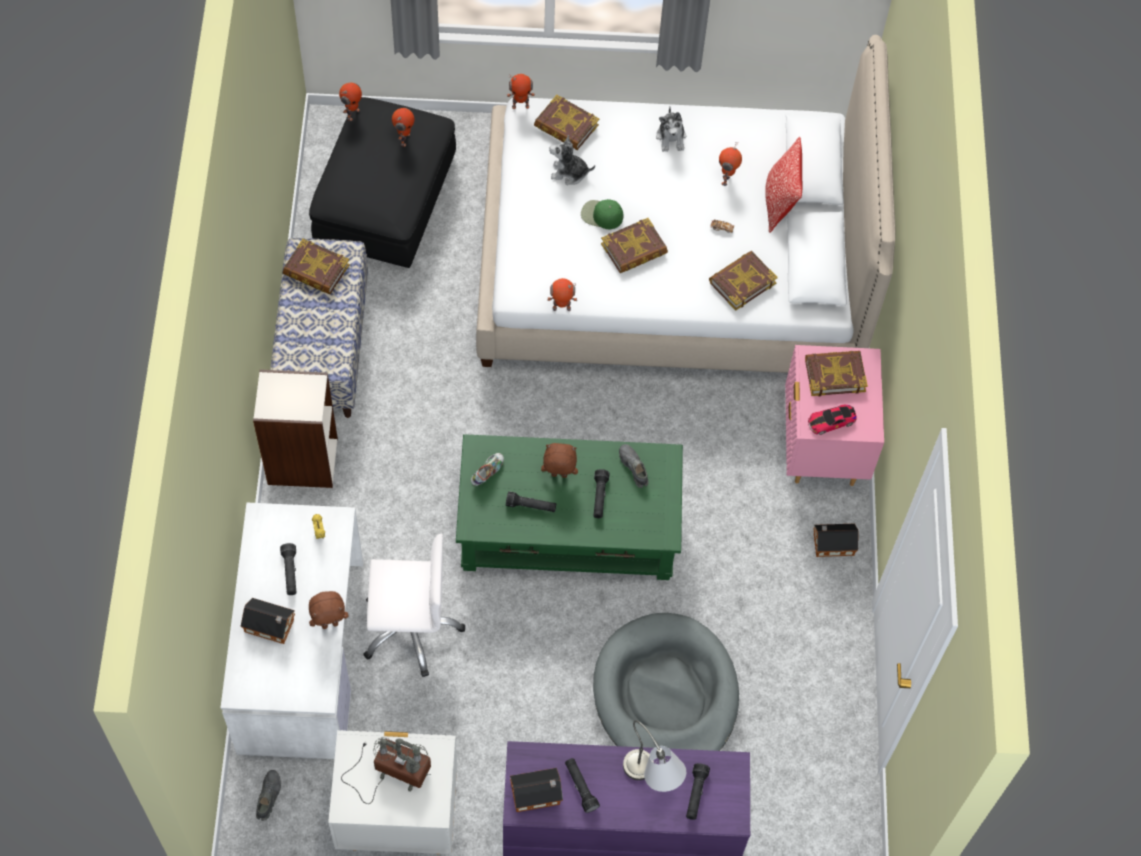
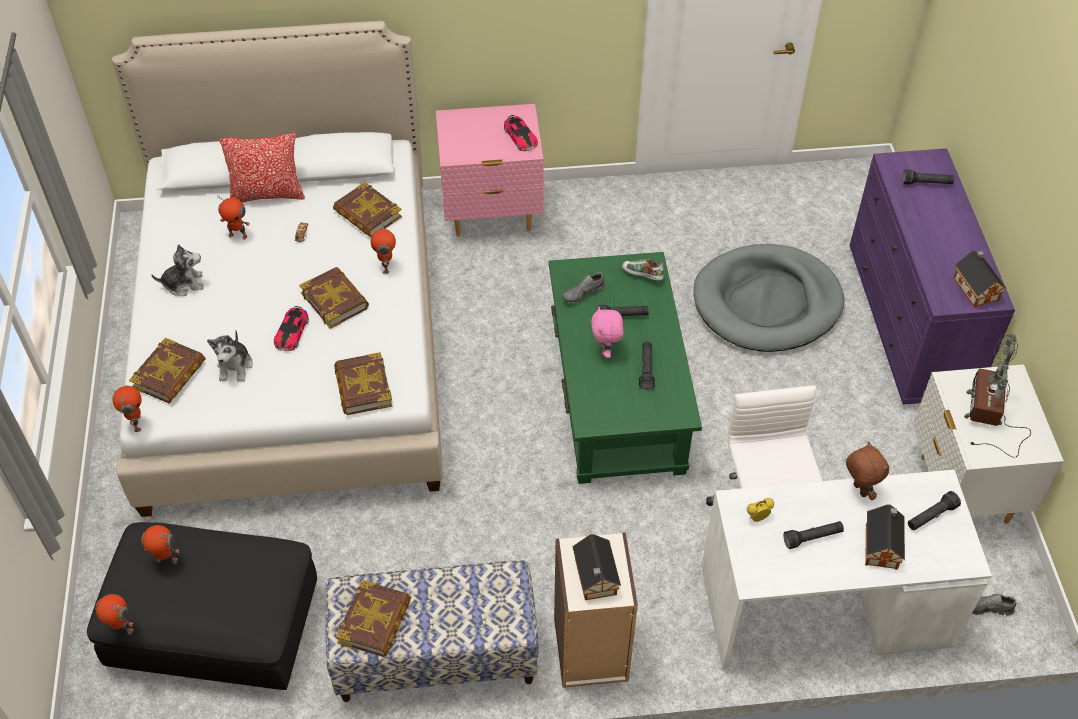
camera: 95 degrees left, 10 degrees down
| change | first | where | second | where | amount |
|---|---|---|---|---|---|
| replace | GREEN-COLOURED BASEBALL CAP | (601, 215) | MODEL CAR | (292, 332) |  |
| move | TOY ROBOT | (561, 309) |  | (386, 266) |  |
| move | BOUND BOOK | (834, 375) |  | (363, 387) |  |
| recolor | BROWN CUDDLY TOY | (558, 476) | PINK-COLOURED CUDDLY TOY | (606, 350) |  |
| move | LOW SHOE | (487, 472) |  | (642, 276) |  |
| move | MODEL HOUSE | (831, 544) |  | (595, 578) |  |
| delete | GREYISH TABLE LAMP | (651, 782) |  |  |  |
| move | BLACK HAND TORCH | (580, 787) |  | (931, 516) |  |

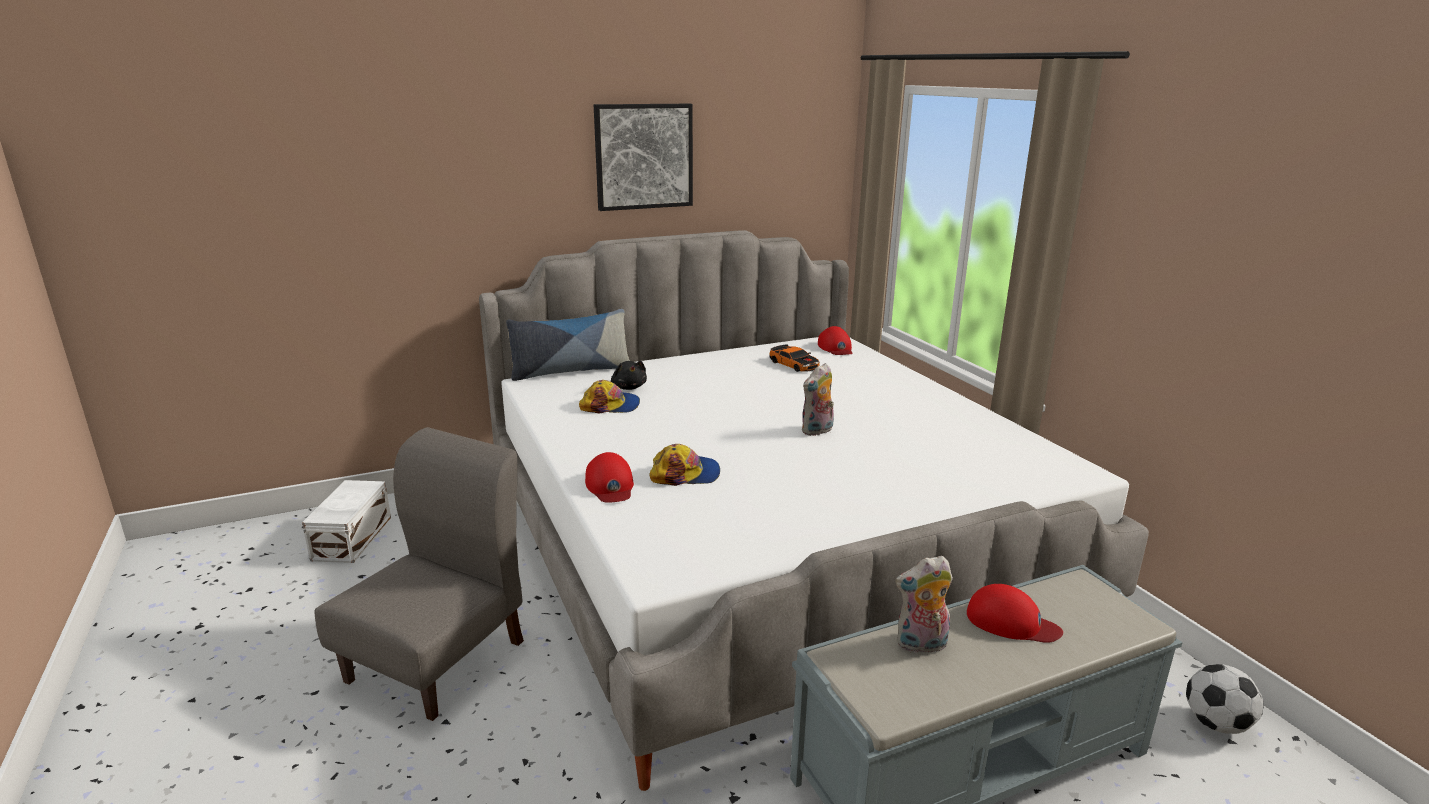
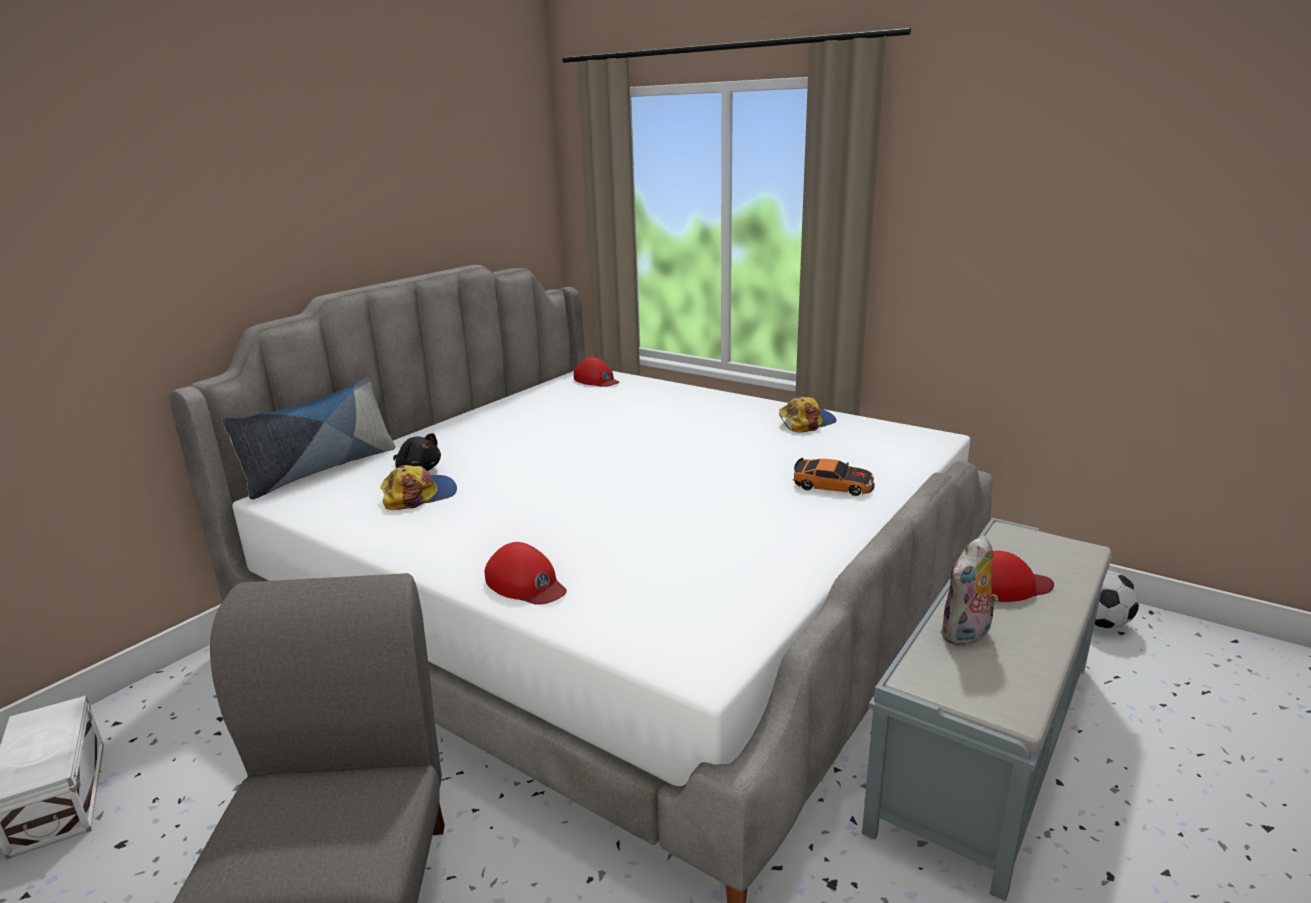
camera: 30 degrees left, 0 degrees up
| change | first | where | second | where | amount |
|---|---|---|---|---|---|
| delete | WALL PICTURE | (644, 156) |  |  |  |
| move | MODEL CAR | (795, 364) |  | (833, 484) |  |
| delete | CUDDLY TOY | (817, 431) |  |  |  |
| move | BASEBALL CAP | (685, 474) |  | (806, 422) |  |

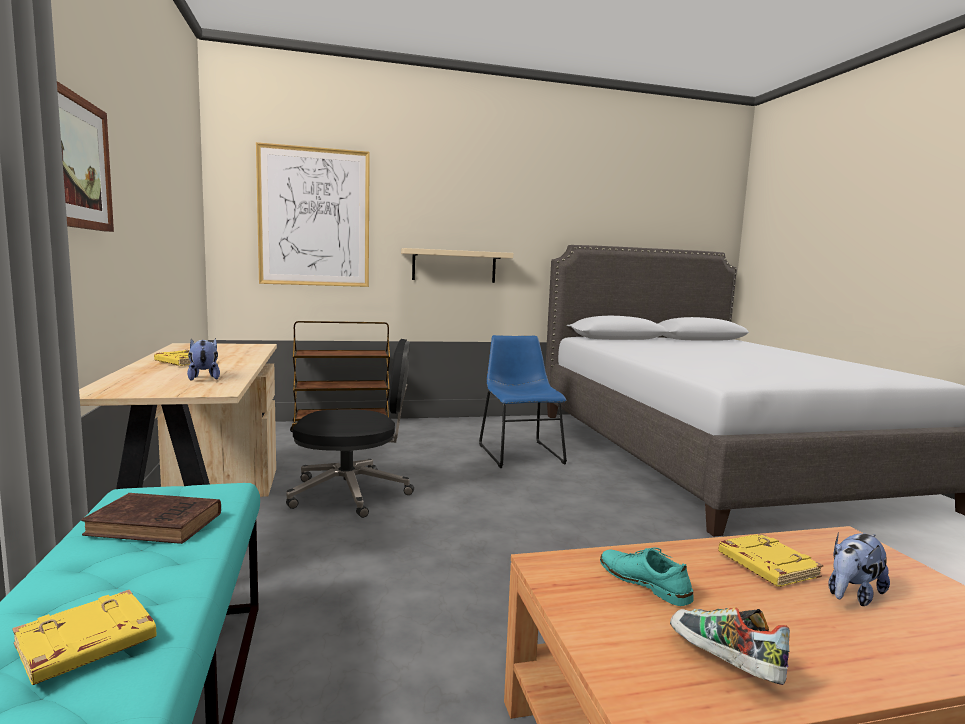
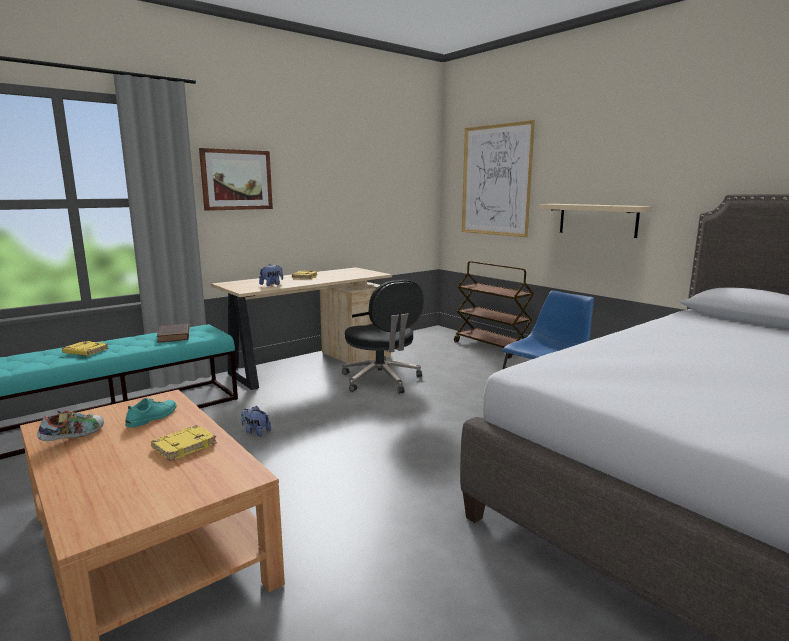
camera: 65 degrees right, 5 degrees up
| change | first | where | second | where | amount |
|---|---|---|---|---|---|
| move | CUDDLY TOY | (852, 595) |  | (256, 432) |  |

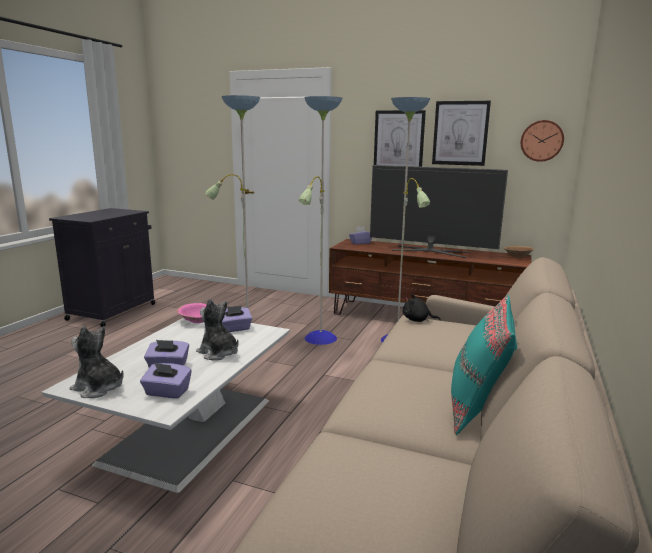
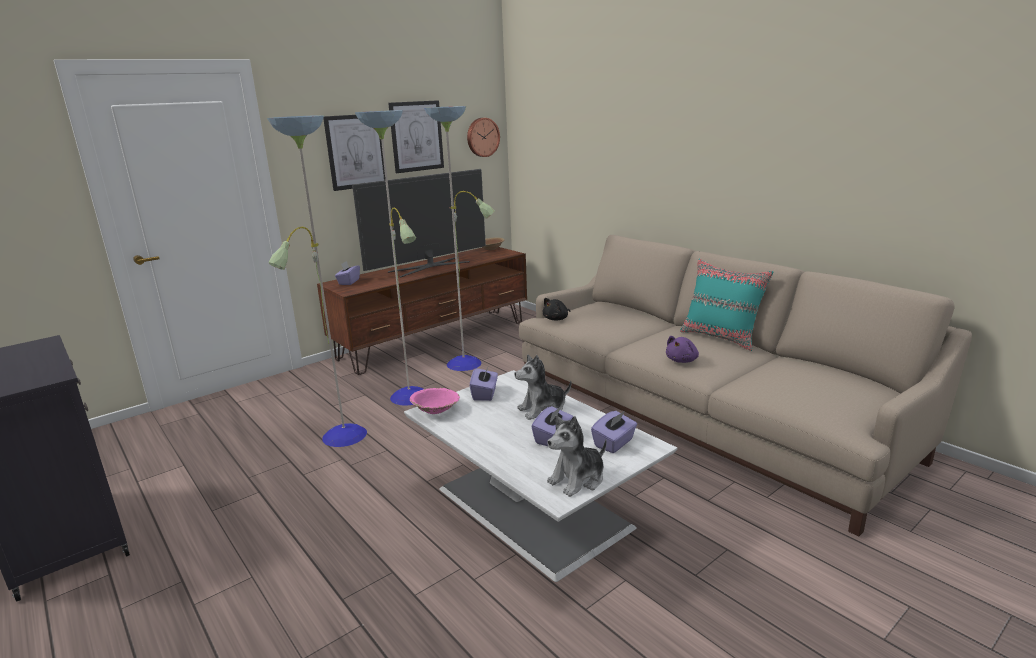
camera: 60 degrees left, 5 degrees up
| change | first | where | second | where | amount |
|---|---|---|---|---|---|
| insert |  |  | PURPLE CUDDLY TOY | (682, 360) |  |

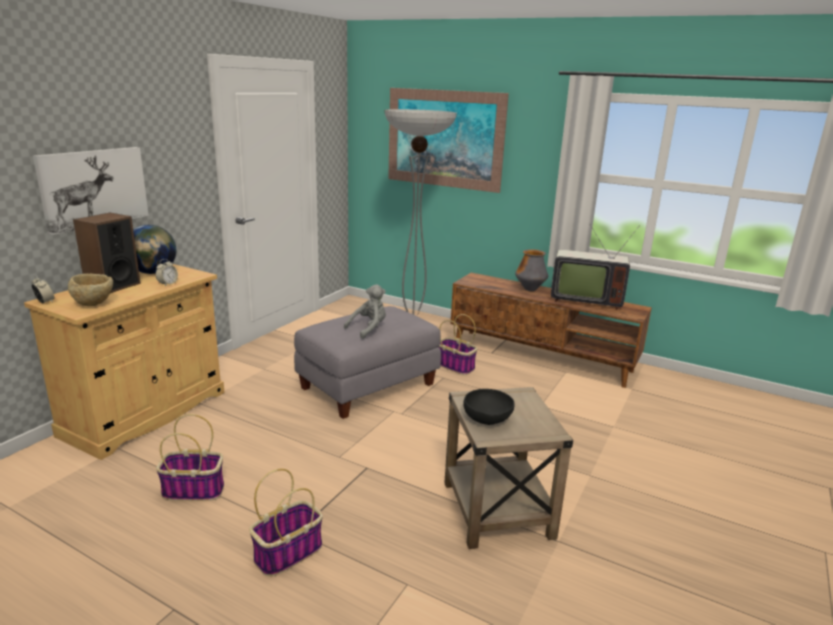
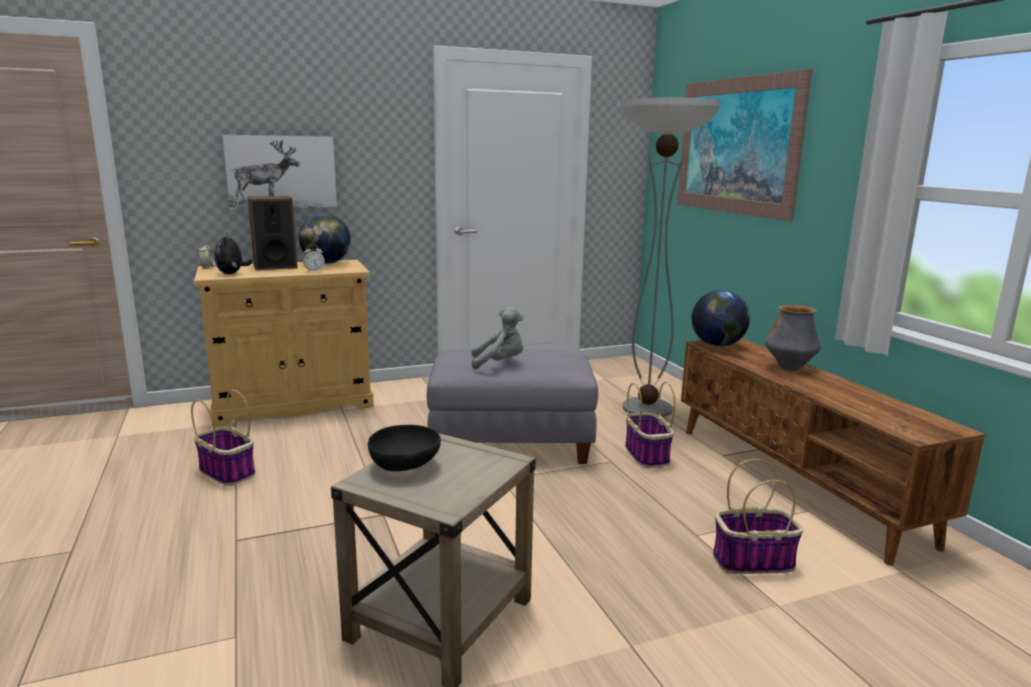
camera: 40 degrees right, 5 degrees down
| change | first | where | second | where | amount |
|---|---|---|---|---|---|
| delete | TV SET | (584, 300) |  |  |  |
| replace | BEIGE-COLOURED SERVING BOWL | (94, 304) | CUDDLY TOY | (232, 274) |  |
| move | BASKET | (288, 552) |  | (753, 561) |  |
| insert |  |  | DESK GLOBE | (718, 345) |  |

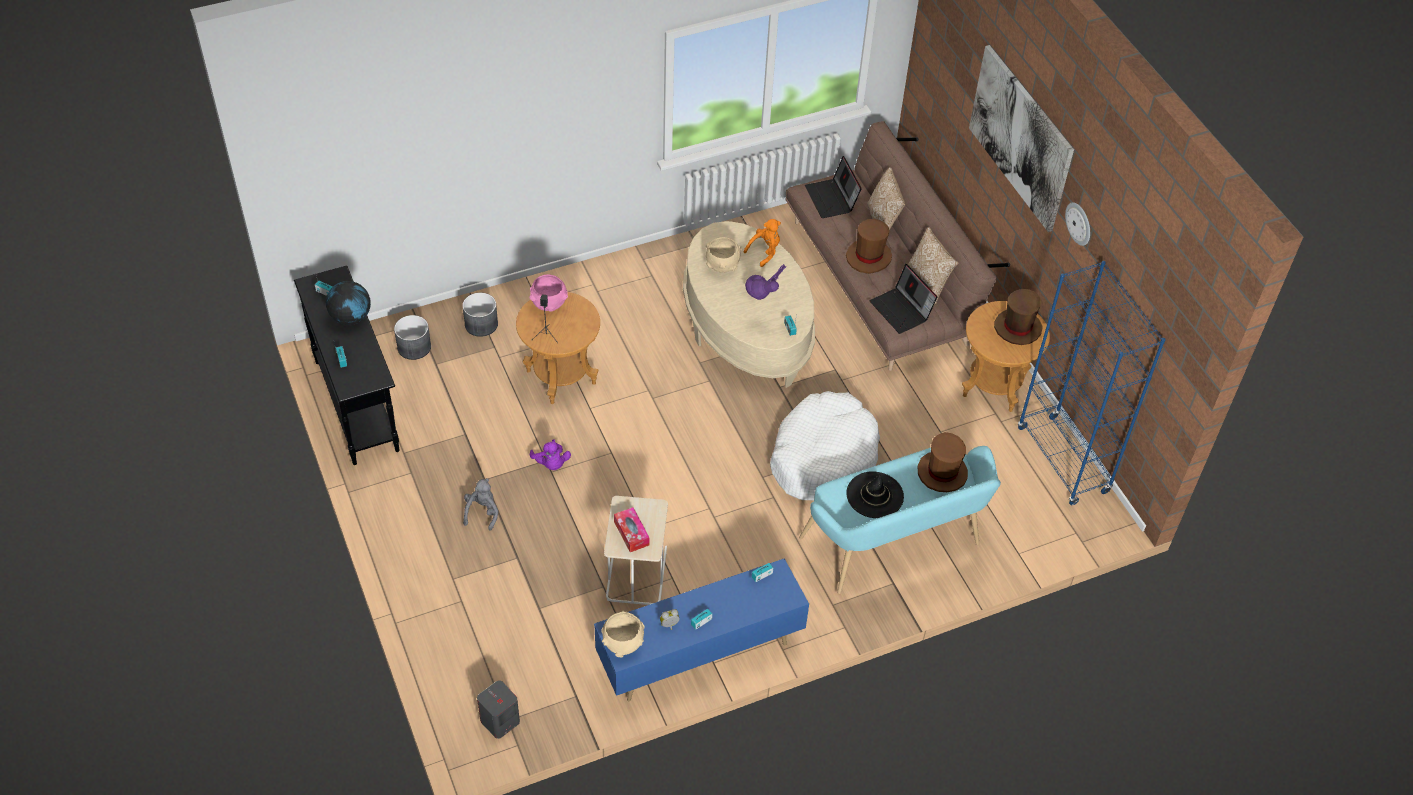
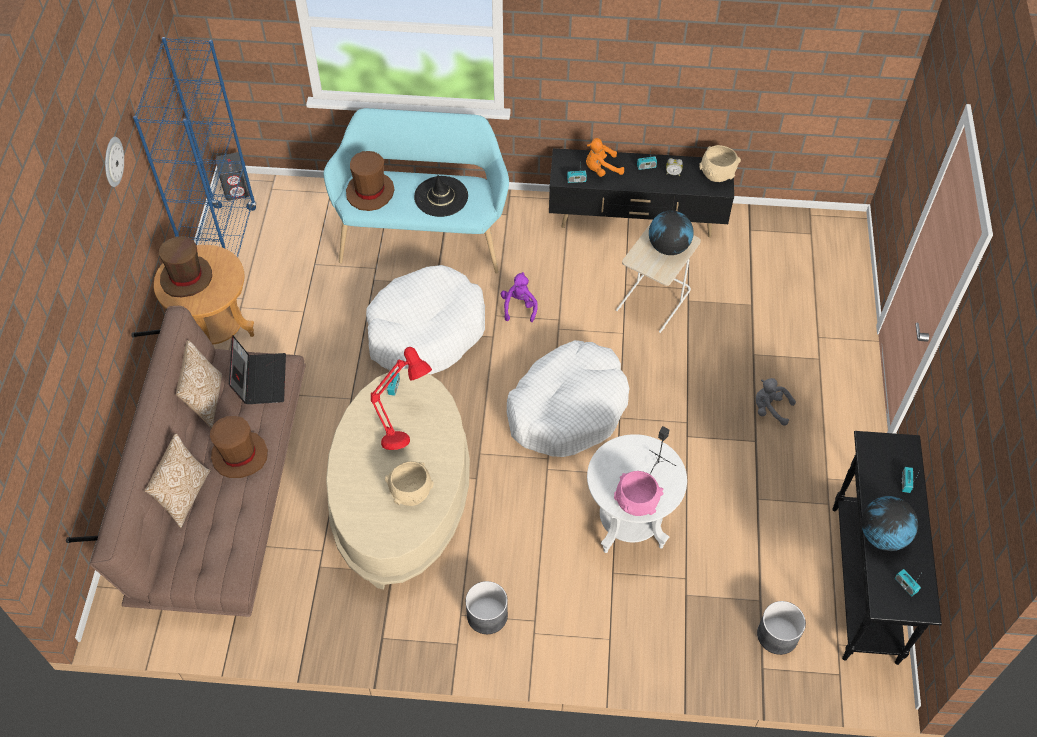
camera: 150 degrees left, 5 degrees up
| change | first | where | second | where | amount |
|---|---|---|---|---|---|
| delete | WALL PICTURE | (1020, 137) |  |  |  |
| delete | PORTABLE COMPUTER | (832, 199) |  |  |  |
| move | ORANGE-COLOURED CUDDLY TOY | (765, 251) |  | (601, 169) |  |
| recolor | PURPLE TABLE LAMP | (763, 307) | RED-COLOURED TABLE LAMP | (403, 423) |  |
| recolor | BROWN ACCENT TABLE | (561, 377) | WHITE-COLOURED ACCENT TABLE | (629, 523) |  |
| move | GREYISH FLOWER POT | (481, 324) |  | (487, 615) |  |
| move | PURPLE CUDDLY TOY | (551, 463) |  | (519, 307) |  |
| rotate | GREYISH CUDDLY TOY | (482, 512) |  | (770, 409) | 75 degrees clockwise |
| replace | TISSUE BOX | (631, 533) | DESK GLOBE | (668, 247) |  |
| recolor | BLUE TV STAND | (699, 655) | BLACK TV STAND | (637, 220) |  |
| move | GREYISH SPEAKER | (499, 721) |  | (237, 190) |  |
| insert |  |  | WHITE-COLOURED DOG BED | (567, 408) |  |

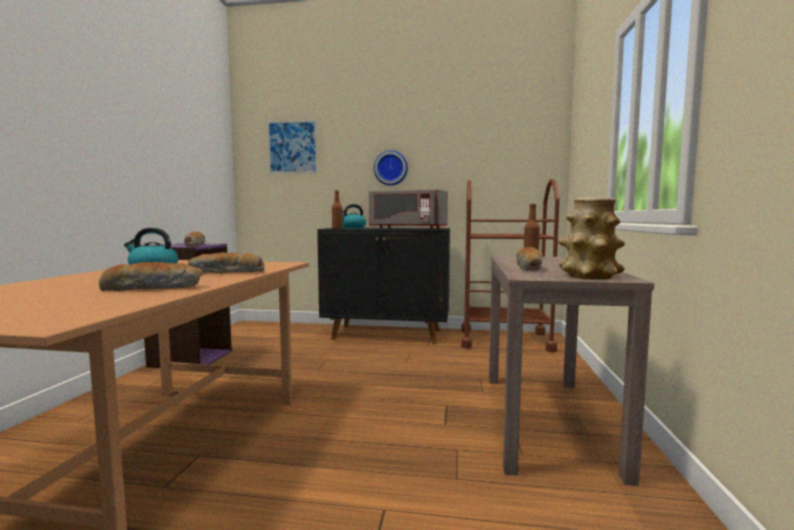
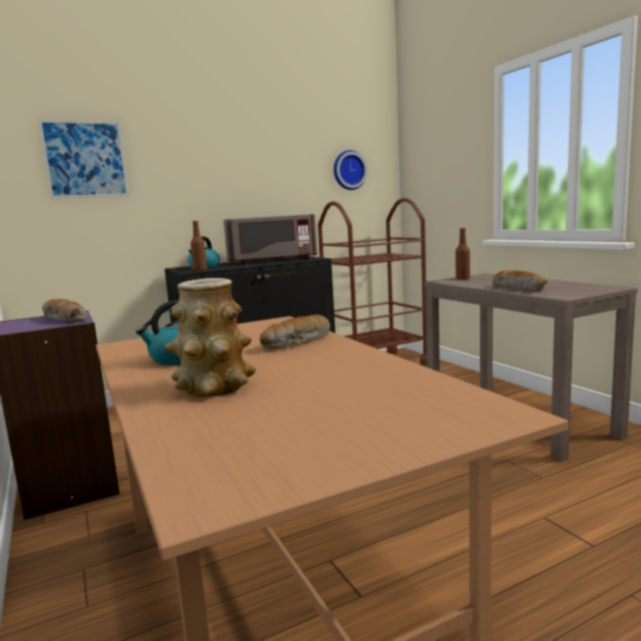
camera: 35 degrees left, 5 degrees up
| change | first | where | second | where | amount |
|---|---|---|---|---|---|
| move | CLOCK ON THE WALL | (391, 168) |  | (348, 170) |  |
| move | FLOWER VASE | (588, 276) |  | (213, 388) |  |
| delete | BAKERY BREAD | (153, 288) |  |  |  |

